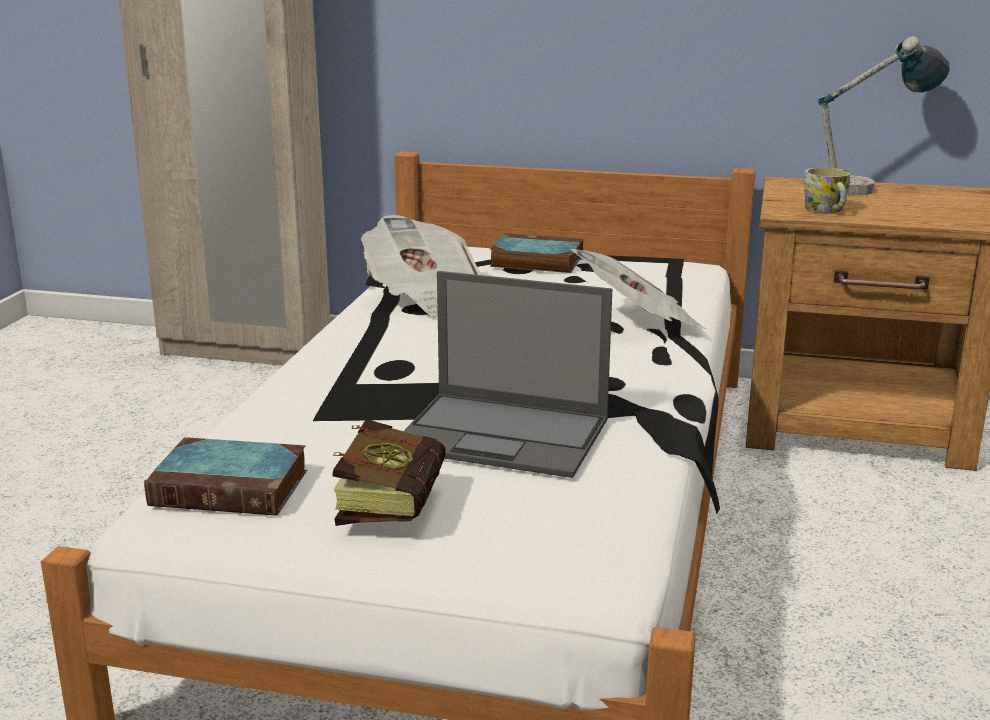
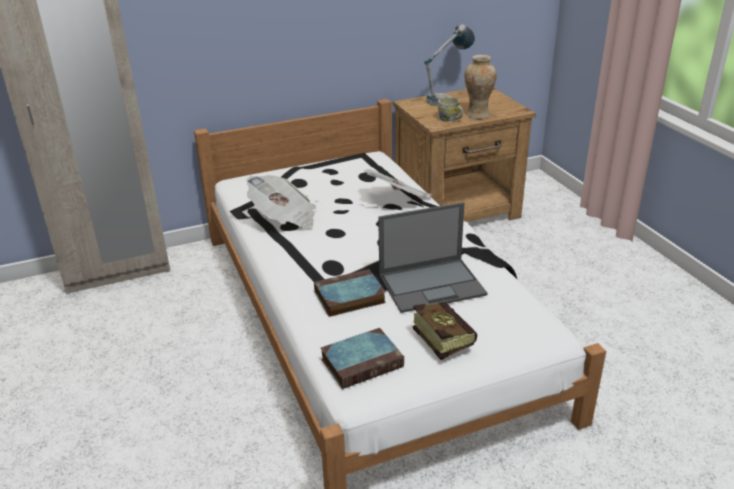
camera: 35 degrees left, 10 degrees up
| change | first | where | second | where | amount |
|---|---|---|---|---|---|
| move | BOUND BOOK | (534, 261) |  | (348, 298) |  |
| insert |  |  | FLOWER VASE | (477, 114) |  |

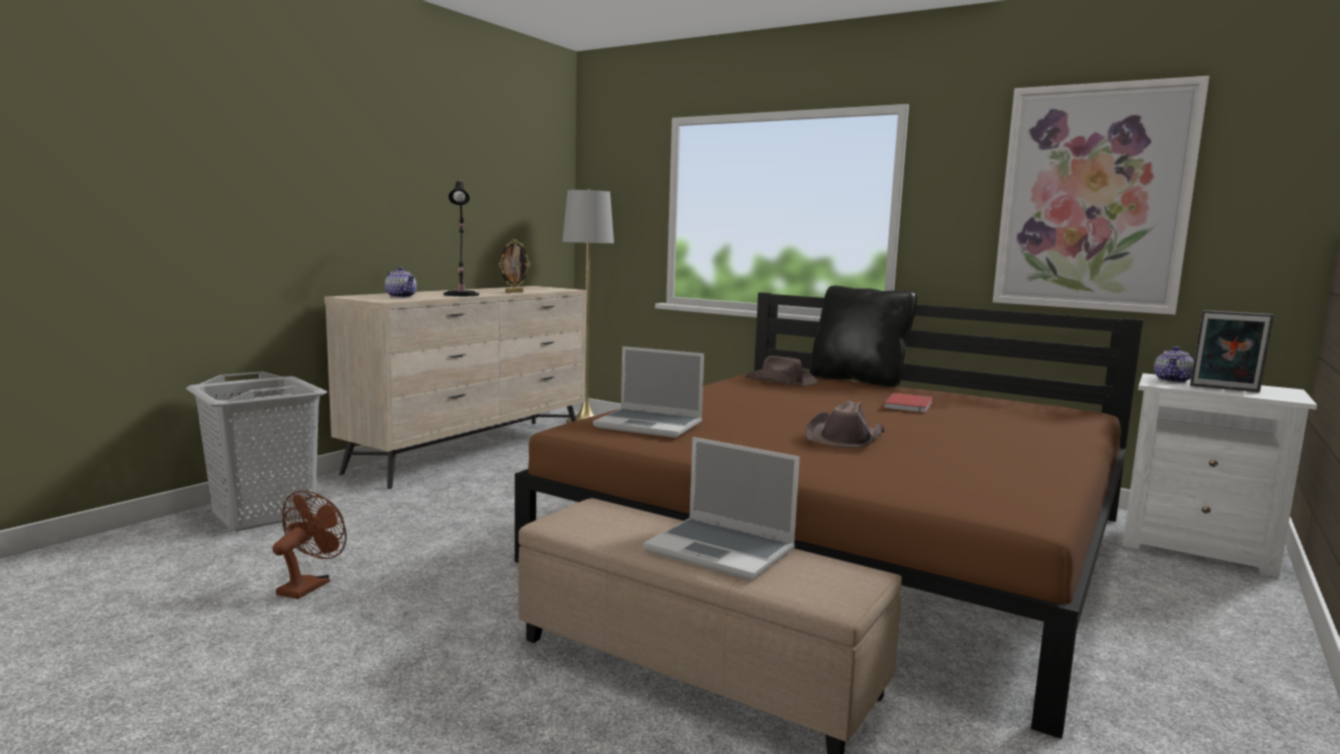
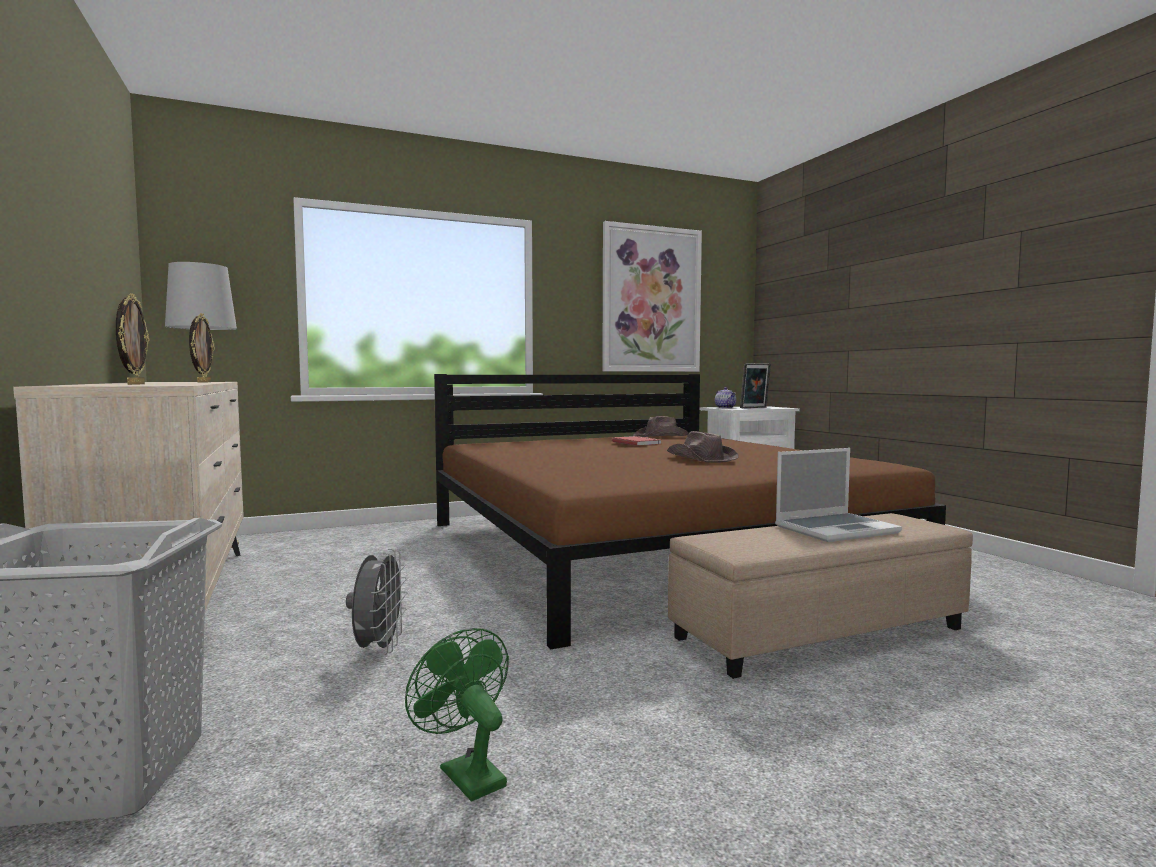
camera: 55 degrees left, 5 degrees down
| change | first | where | second | where | amount |
|---|---|---|---|---|---|
| delete | BLACK TABLE LAMP | (461, 294) |  |  |  |
| replace | POT FOR TEA | (401, 296) | STANDING FRAME | (134, 384) |  |
| delete | BLACK THROW PILLOW | (858, 380) |  |  |  |
| delete | PORTABLE COMPUTER | (650, 425) |  |  |  |
| move | BROWN WEARABLE HAT | (781, 382) |  | (662, 436) |  |
| recolor | BROWN FAN | (309, 585) | GREEN-COLOURED FAN | (466, 773) |  |
| insert |  |  | GREYISH FAN | (378, 649) |  |

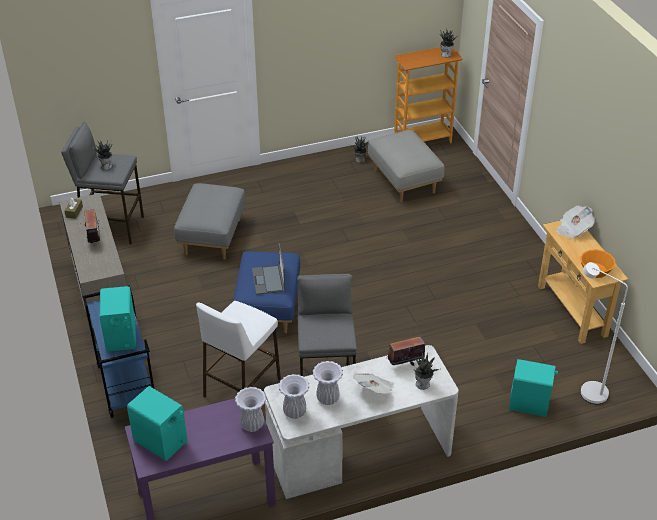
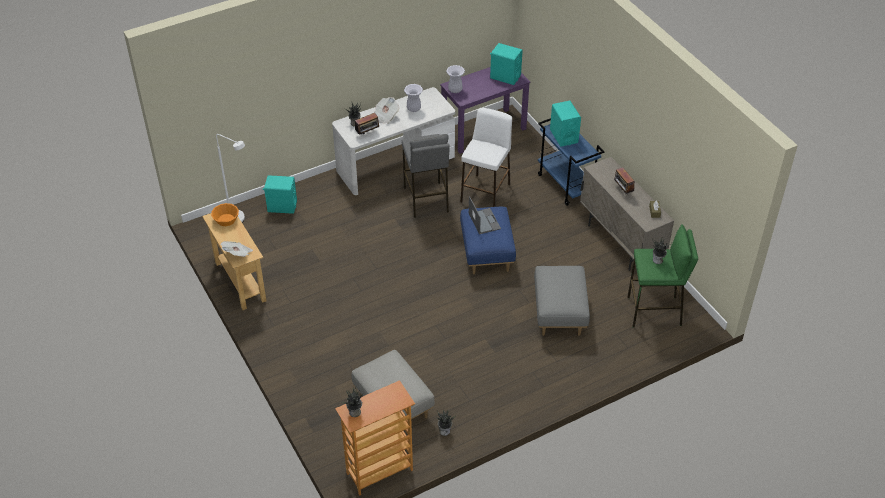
camera: 170 degrees right, 5 degrees up
| change | first | where | second | where | amount |
|---|---|---|---|---|---|
| recolor | GREYISH SITTING STOOL | (112, 227) | GREEN-COLOURED SITTING STOOL | (654, 311) |  |
| delete | WHITE-COLOURED FLOWER VASE | (295, 412) |  |  |  |

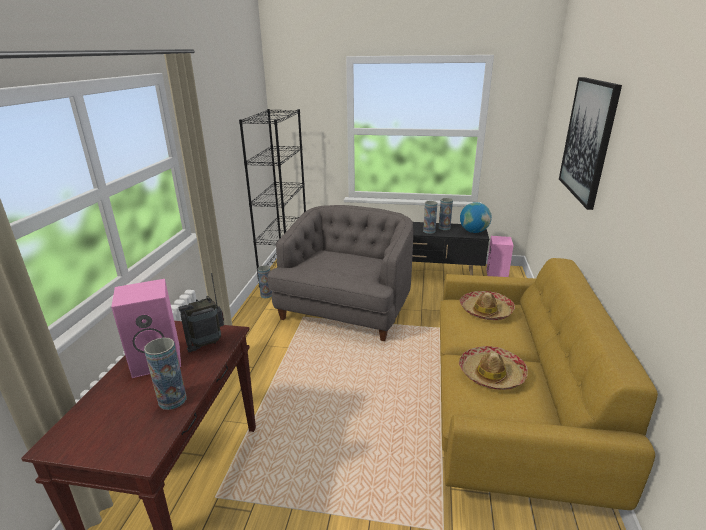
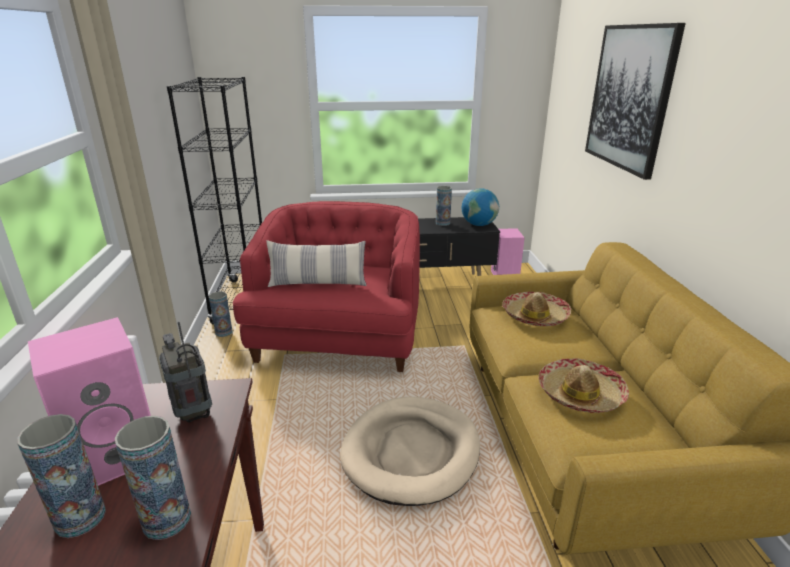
camera: 15 degrees left, 0 degrees up
| change | first | where | second | where | amount |
|---|---|---|---|---|---|
| move | FLOWER VASE | (429, 231) |  | (80, 518) |  |
| recolor | GREYISH ARMCHAIR | (346, 309) | RED-COLOURED ARMCHAIR | (338, 337) |  |
| rotate | RADIO RECEIVER | (207, 343) |  | (193, 414) | 105 degrees clockwise |
| insert |  |  | THROW PILLOW | (318, 283) |  |
| insert |  |  | BEIGE-COLOURED DOG BED | (411, 452) |  |

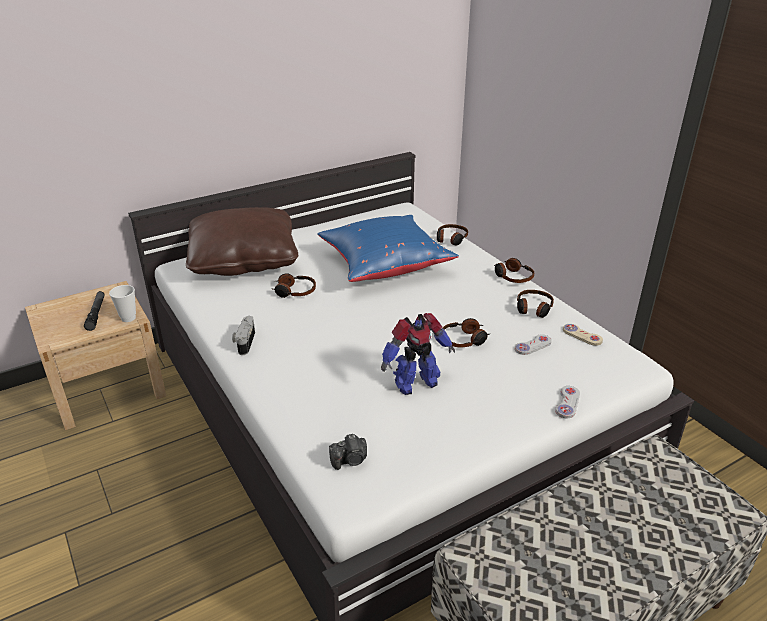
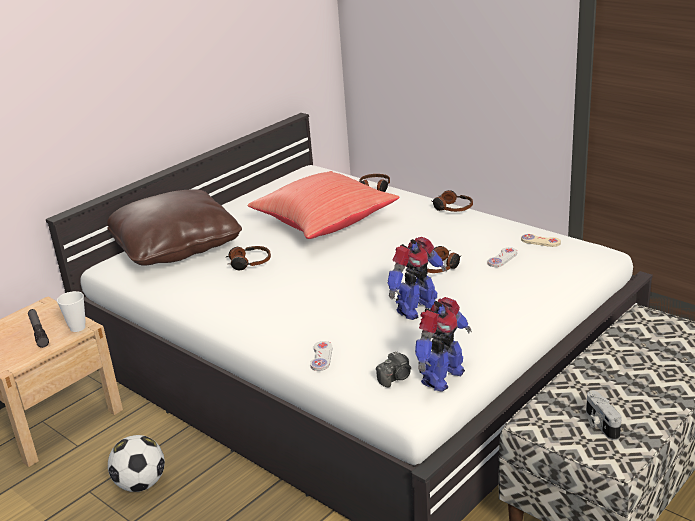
camera: 15 degrees left, 5 degrees down
| change | first | where | second | where | amount |
|---|---|---|---|---|---|
| recolor | BLUE THROW PILLOW | (384, 265) | RED-COLOURED THROW PILLOW | (323, 223) |  |
| delete | PAIR OF HEADPHONES | (533, 309) |  |  |  |
| move | STILL CAMERA | (244, 342) |  | (599, 424) |  |
| move | WHITE-COLOURED GAME CONTROLLER | (567, 403) |  | (321, 357) |  |
| insert |  |  | TOY ROBOT | (441, 377) |  |
| insert |  |  | BALL FOR FOOTBALL | (141, 484) |  |

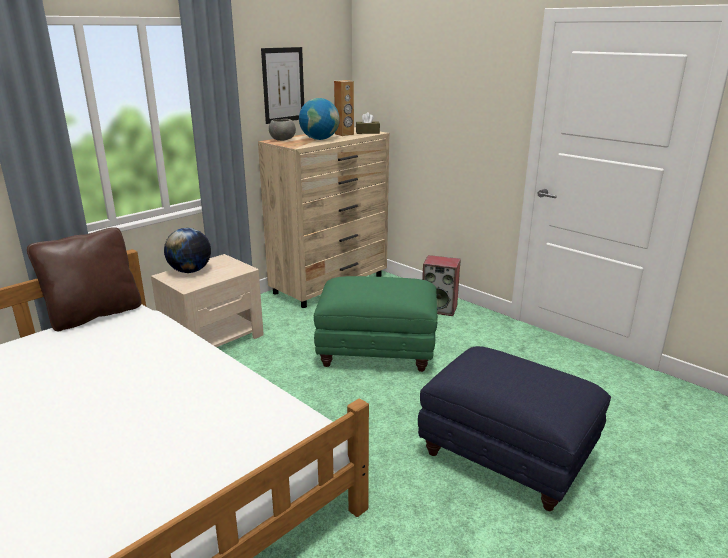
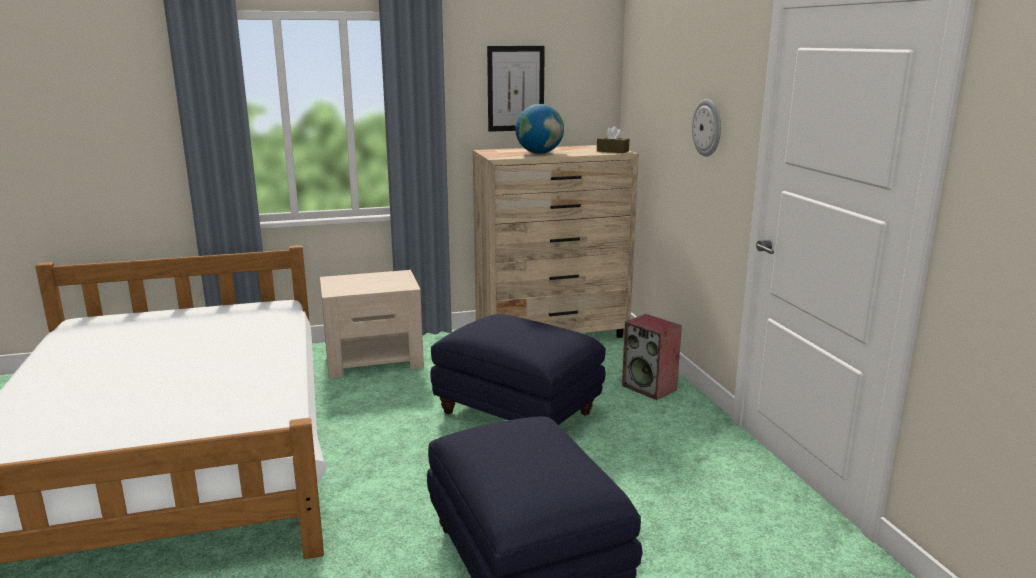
camera: 30 degrees right, 5 degrees down
| change | first | where | second | where | amount |
|---|---|---|---|---|---|
| delete | BROWN SPEAKER | (344, 134) |  |  |  |
| delete | GREYISH SERVING BOWL | (282, 140) |  |  |  |
| delete | BROWN THROW PILLOW | (95, 314) |  |  |  |
| delete | DESK GLOBE | (190, 271) |  |  |  |
| recolor | GREEN-COLOURED OTTOMAN | (378, 351) | BLUE OTTOMAN | (519, 414) |  |
| insert |  |  | CLOCK ON THE WALL | (707, 127) |  |

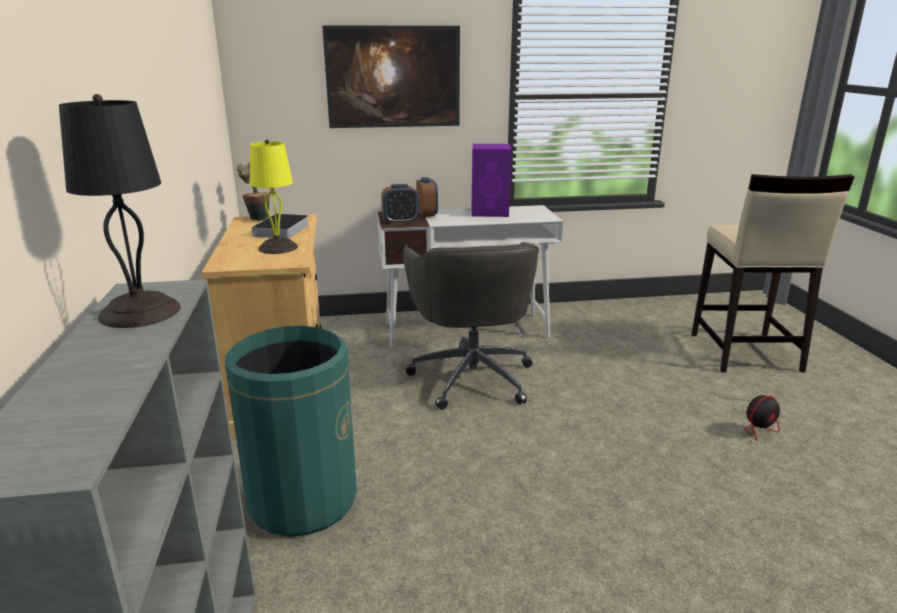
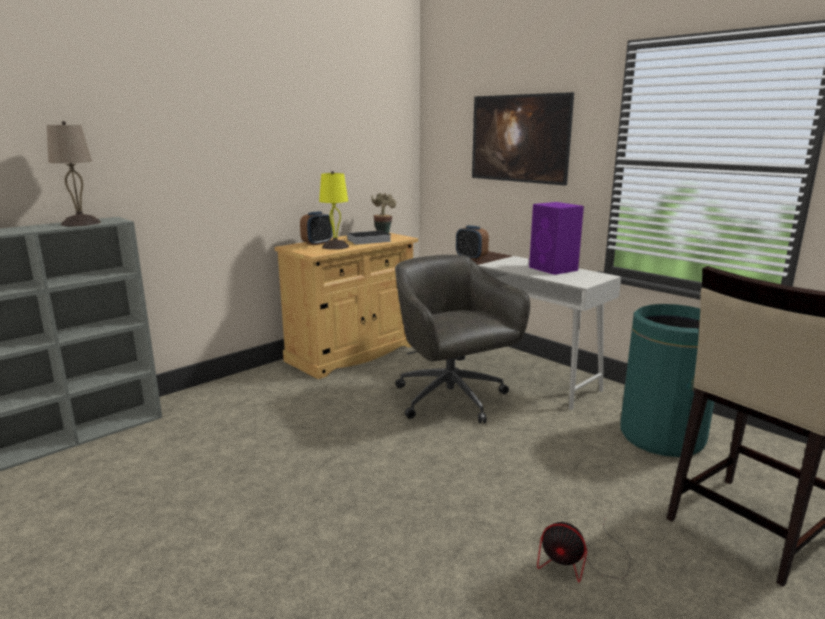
camera: 55 degrees right, 5 degrees down
| change | first | where | second | where | amount |
|---|---|---|---|---|---|
| recolor | BLACK TABLE LAMP | (142, 312) | BEIGE-COLOURED TABLE LAMP | (81, 223) |  |
| move | ALARM CLOCK | (427, 214) |  | (317, 243) |  |
| rotate | GREYISH DESK CHAIR | (472, 376) |  | (452, 400) | 105 degrees clockwise |
| move | GREEN-COLOURED WASTE BIN | (302, 500) |  | (661, 436) |  |

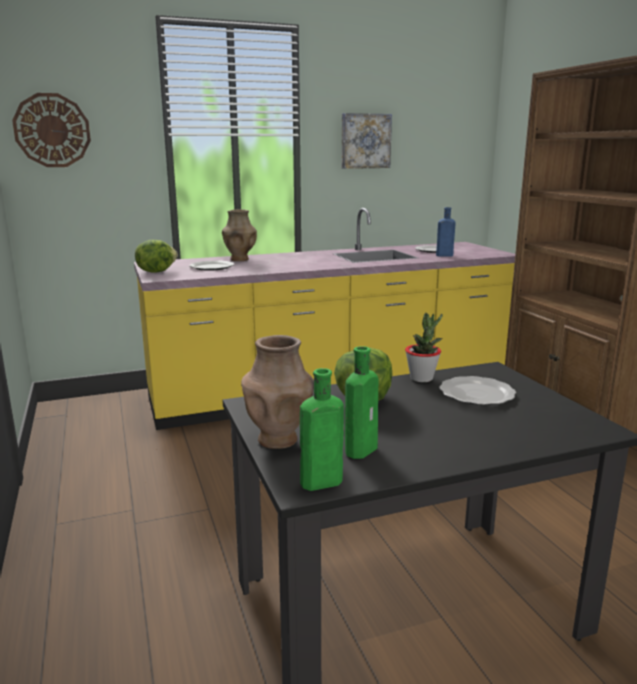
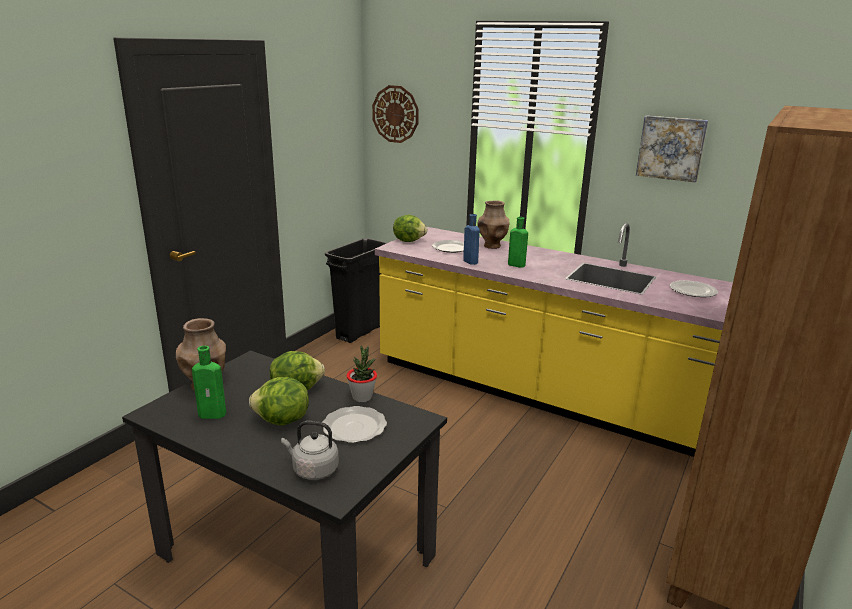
camera: 50 degrees right, 5 degrees up
| change | first | where | second | where | amount |
|---|---|---|---|---|---|
| move | BLUE BOTTLE | (443, 255) |  | (469, 261) |  |
| move | GREEN-COLOURED BOTTLE | (318, 483) |  | (515, 265) |  |
| insert |  |  | BLACK WASTE BIN | (359, 332) |  |
| insert |  |  | HEAD OF LETTUCE | (282, 421) |  |
| insert |  |  | GREYISH TEA KETTLE | (313, 470) |  |

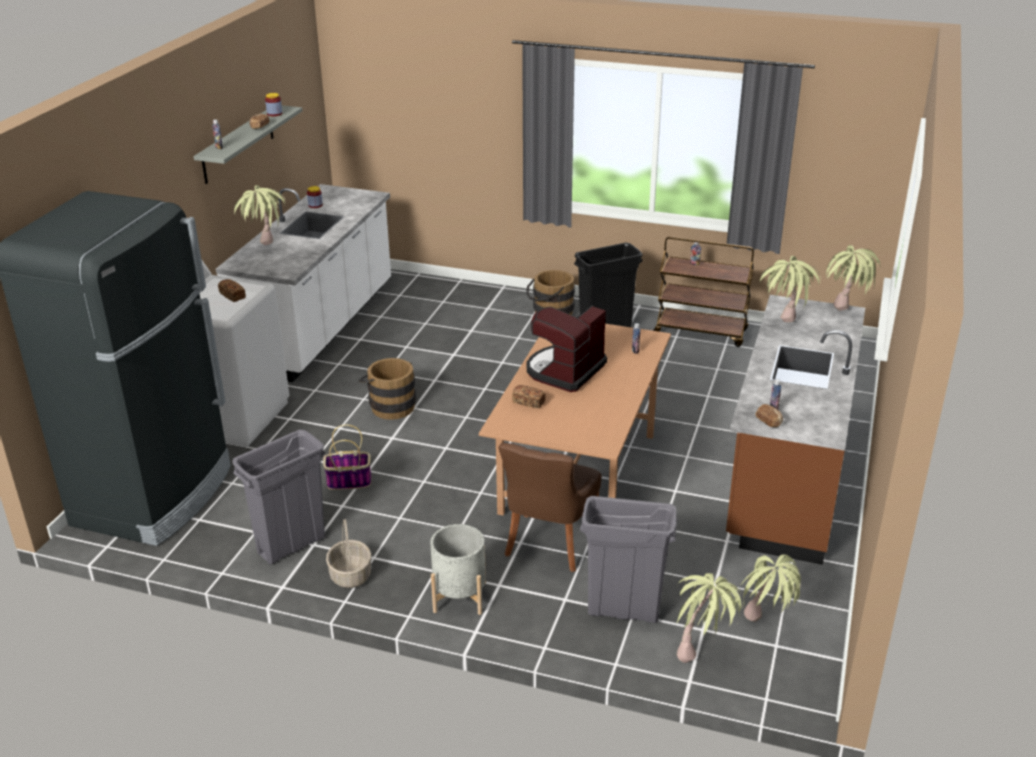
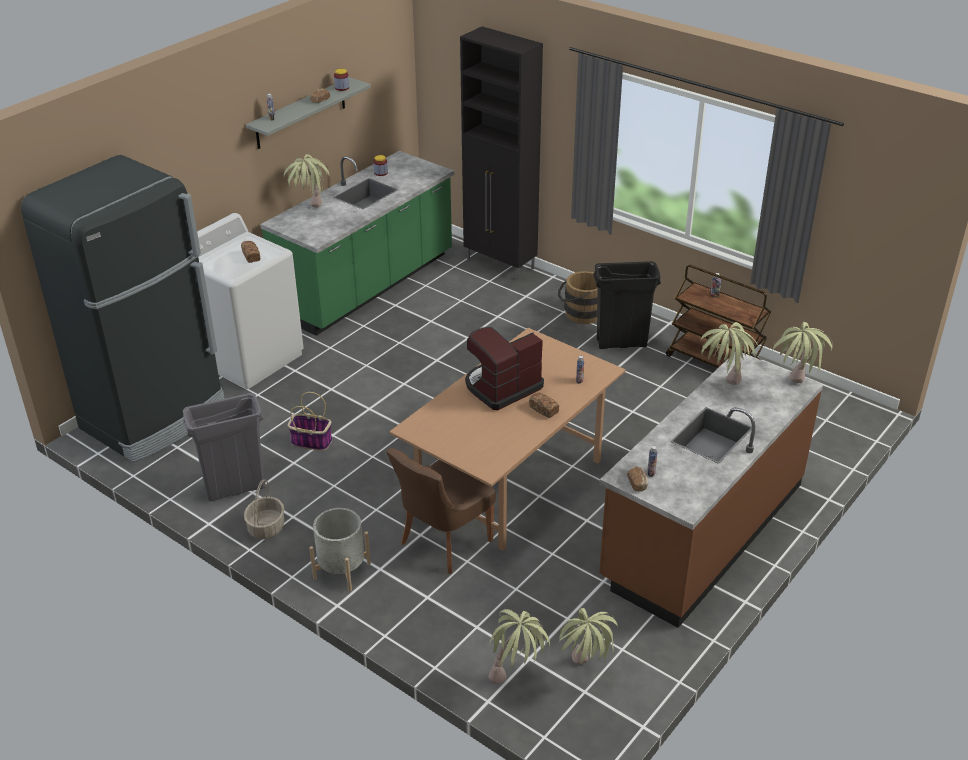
camera: 20 degrees right, 5 degrees up
| change | first | where | second | where | amount |
|---|---|---|---|---|---|
| recolor | WHITE-COLOURED KITCHEN BASE UNIT | (319, 327) | GREEN-COLOURED KITCHEN BASE UNIT | (367, 285) |  |
| delete | BROWN BUCKET | (390, 405) |  |  |  |
| move | BAKERY BREAD | (528, 402) |  | (544, 410) |  |
| delete | GREYISH WASTE BIN | (623, 610) |  |  |  |
| insert |  |  | BLACK STORAGE CABINET | (500, 264) |  |

